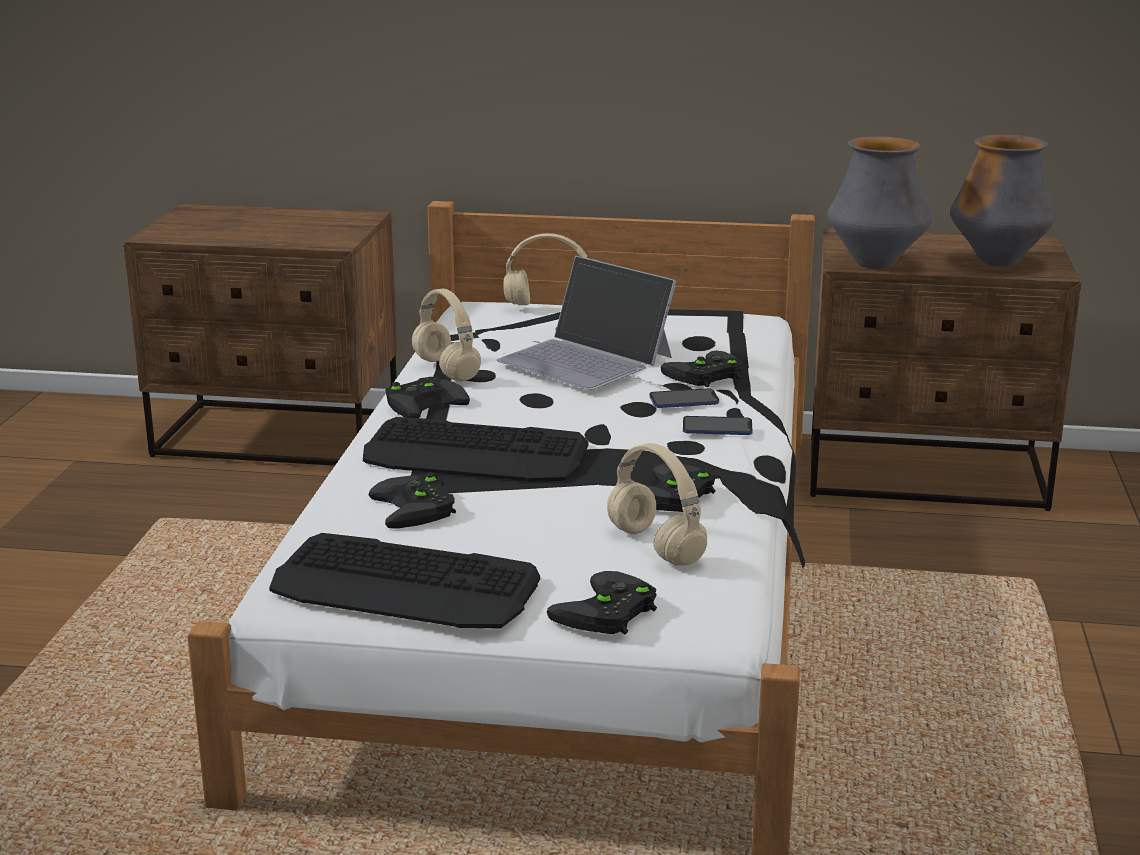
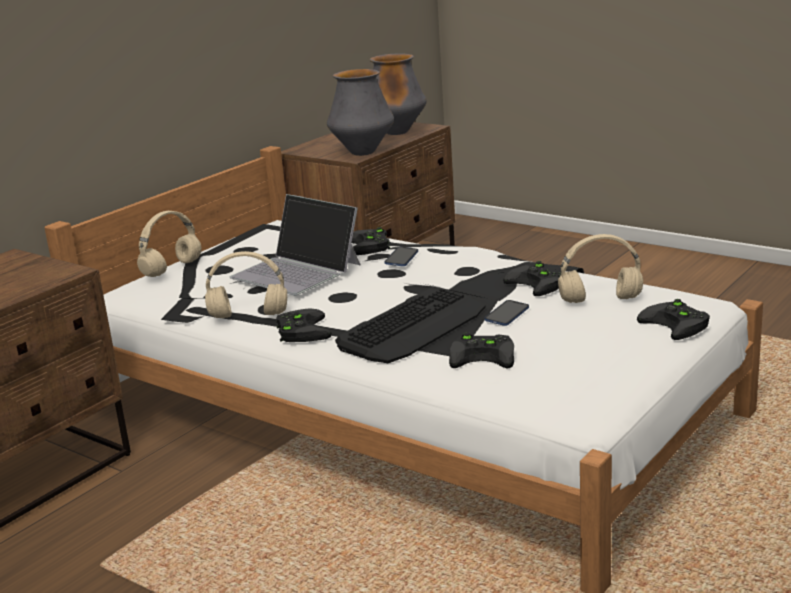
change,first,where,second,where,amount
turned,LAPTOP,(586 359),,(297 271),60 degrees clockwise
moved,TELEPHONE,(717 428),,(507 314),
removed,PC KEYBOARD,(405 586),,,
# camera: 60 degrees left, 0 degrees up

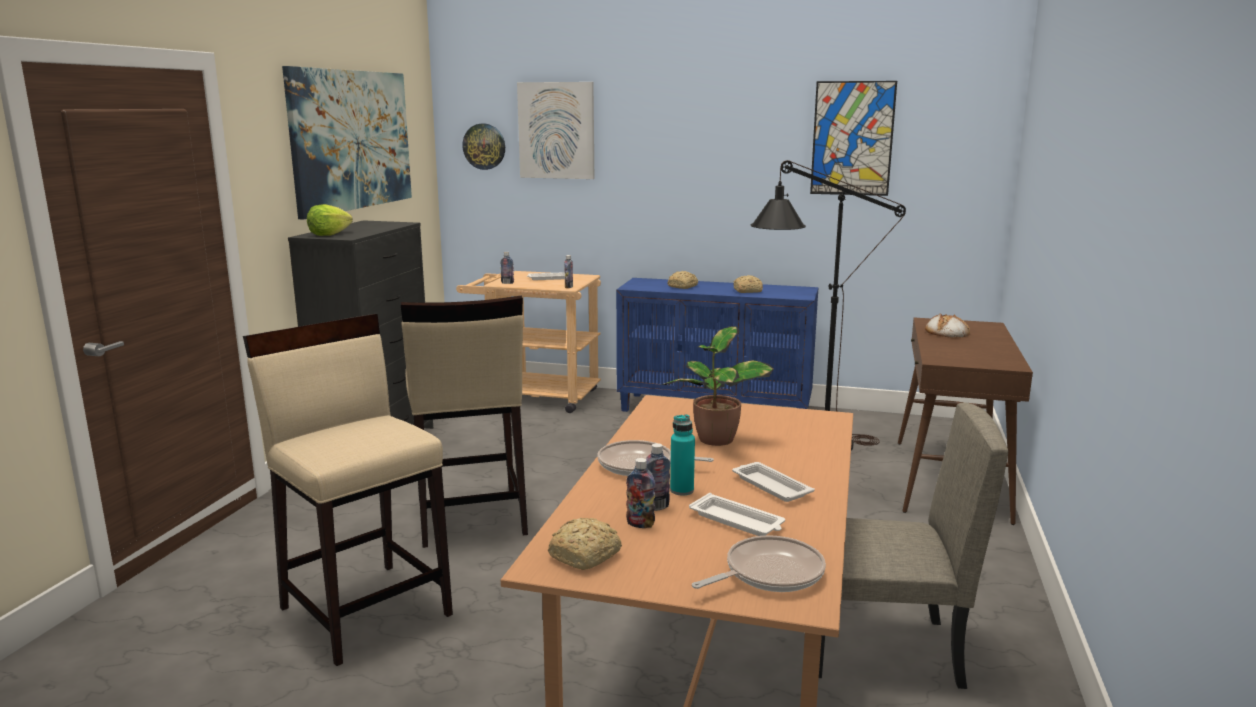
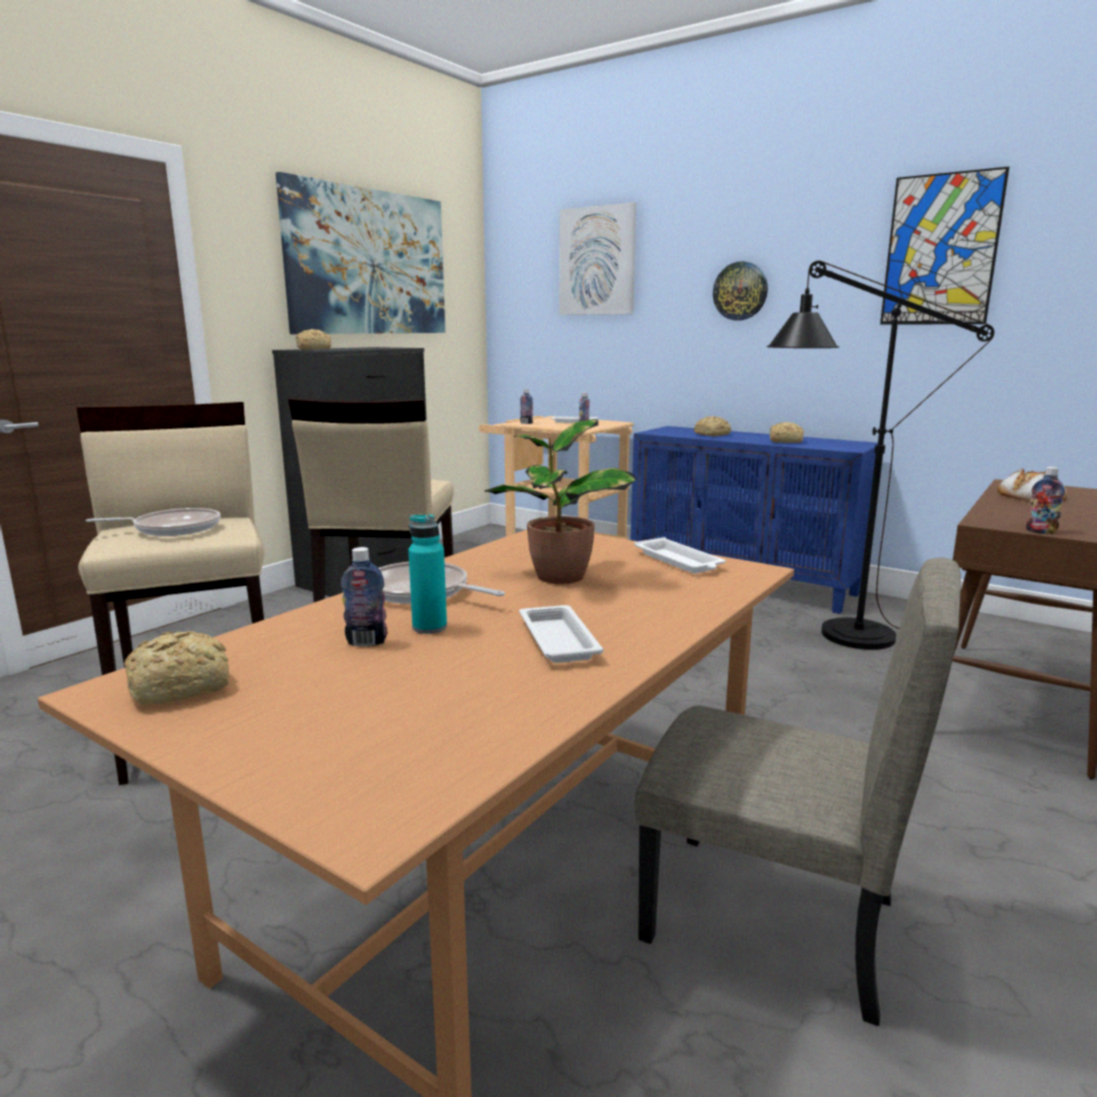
change,first,where,second,where,amount
moved,CLOCK ON THE WALL,(484 146),,(740 291),
replaced,LETTUCE,(329 234),BAKED BREAD,(313 349),
moved,BOTTLE,(640 524),,(1040 532),
moved,WHITE-COLOURED CARRYING TRAY,(738 521),,(679 561),
moved,SKILLET,(769 573),,(172 529),
# camera: 20 degrees right, 0 degrees up

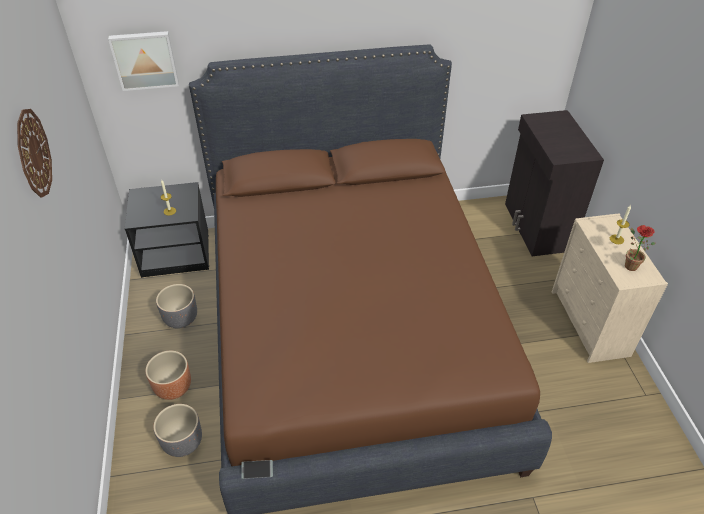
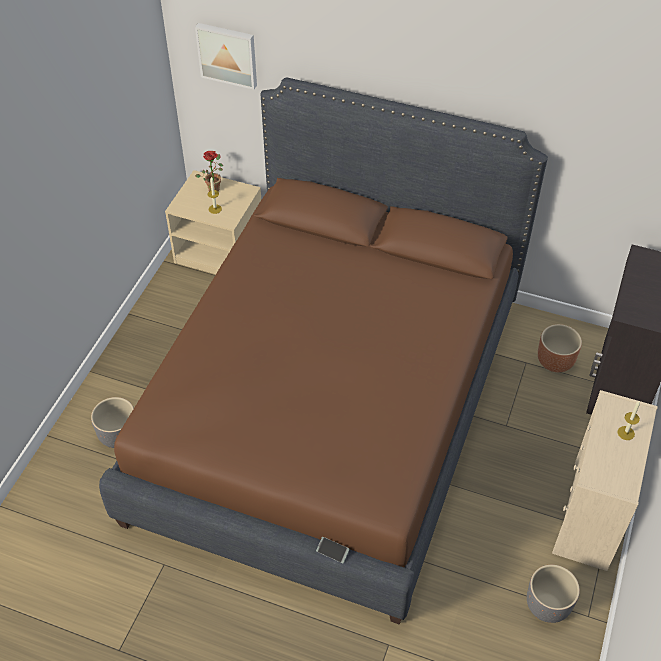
change,first,where,second,where,amount
removed,CLOCK ON THE WALL,(33 153),,,
recoloured,BLACK-COLOURED BEDSIDE TABLE,(176 253),SAND-COLOURED BEDSIDE TABLE,(220 251),
moved,PLANT IN A POT,(628 264),,(214 187),
moved,GREY PLANT POT,(180 318),,(547 604),
moved,BROWN PLANT POT,(173 387),,(555 361),
moved,TELEPHONE,(257 471),,(332 551),
# camera: 30 degrees right, 5 degrees up

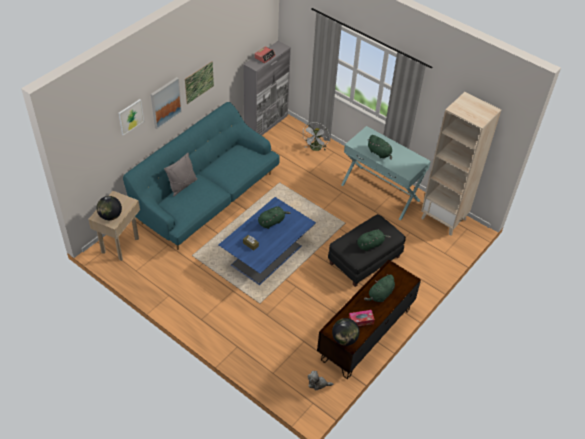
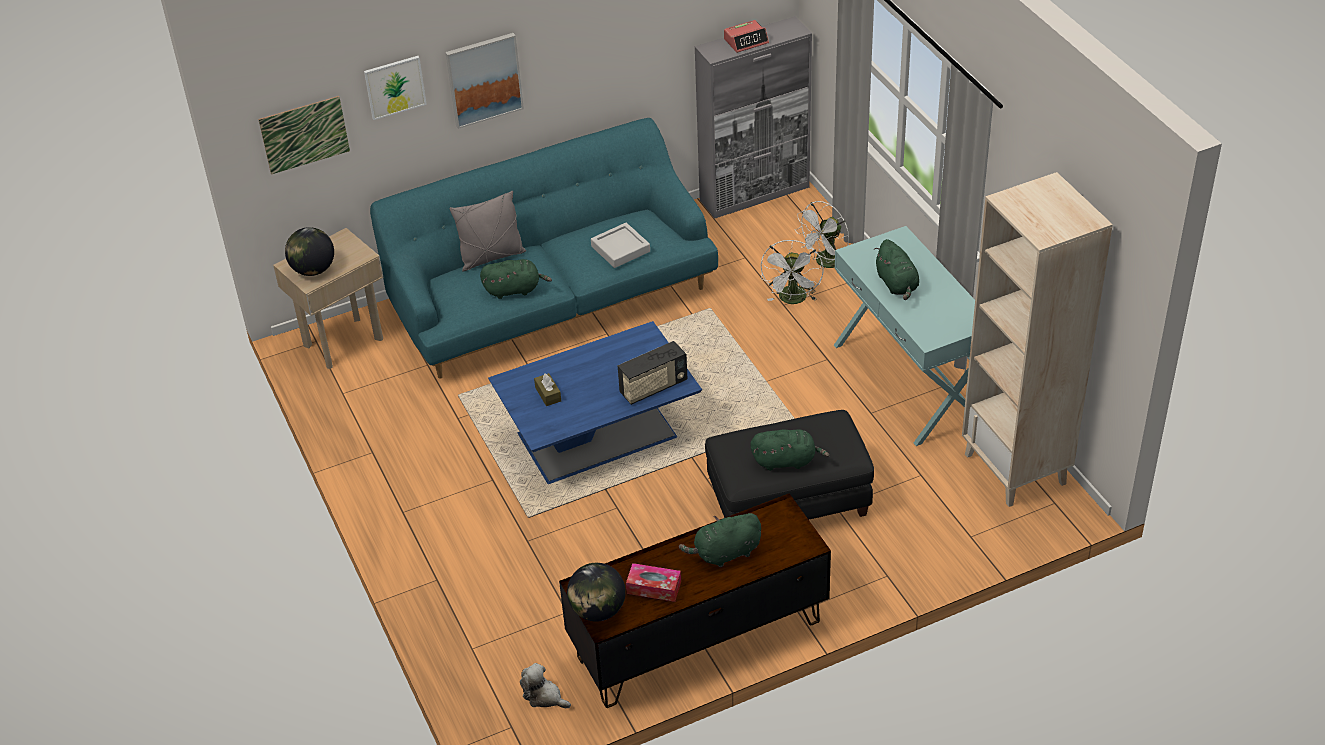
change,first,where,second,where,amount
moved,PICTURE,(199 82),,(304 134),
moved,GREEN-COLOURED SOFT TOY,(272 222),,(514 290),
added,,,GREY CARRYING TRAY,(620 249),
added,,,WHITE-COLOURED FAN,(793 300),
added,,,RADIO SET,(653 388),
# camera: 30 degrees right, 5 degrees down

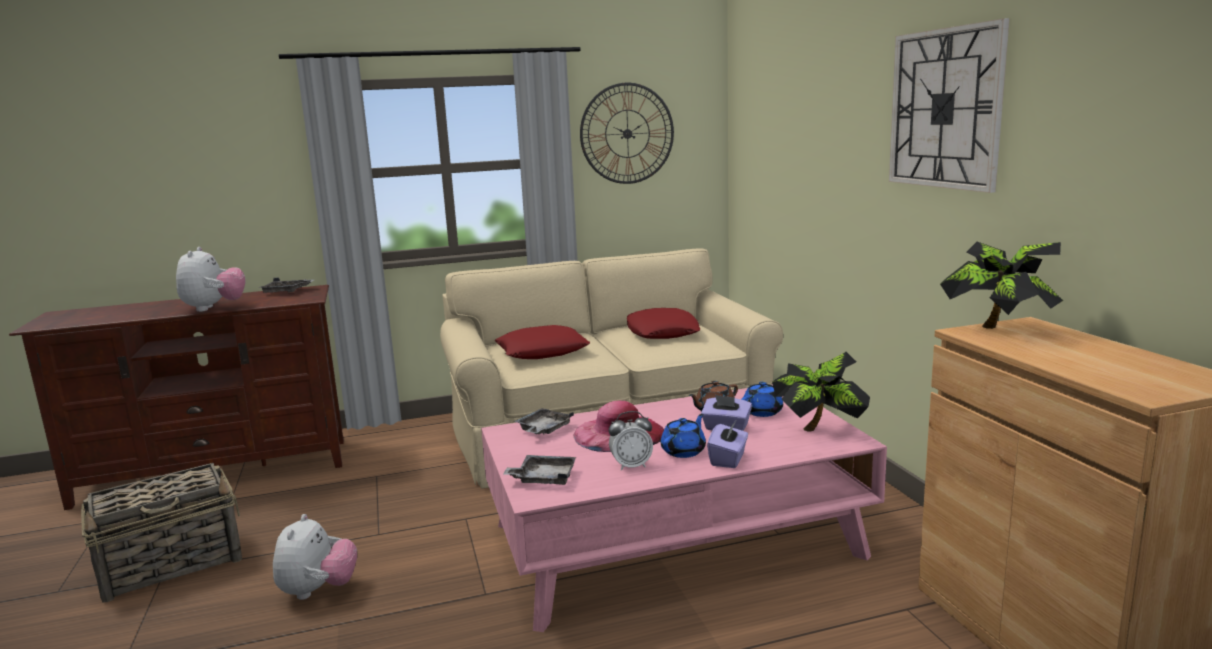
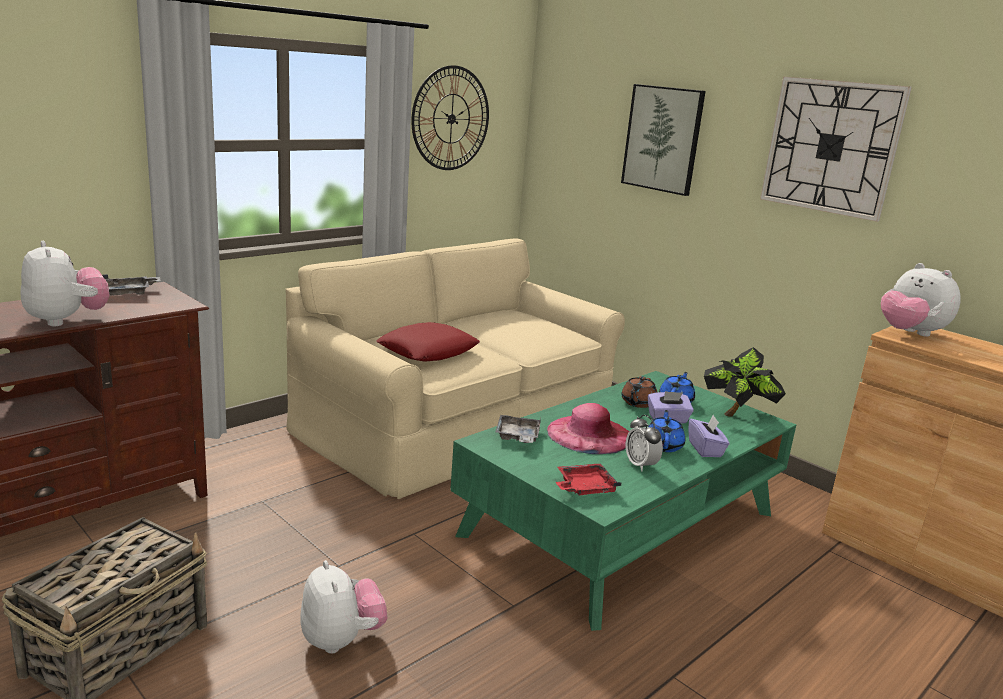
change,first,where,second,where,amount
replaced,PLANT IN A POT,(998 330),SOFT TOY,(910 333),
removed,RED THROW PILLOW,(662 332),,,
recoloured,PINK LOUNGE TABLE,(676 540),GREEN-COLOURED LOUNGE TABLE,(622 523),
turned,TABLE CLOCK,(631 466),,(640 465),105 degrees clockwise
recoloured,GREY CARRYING TRAY,(543 478),RED CARRYING TRAY,(584 488),
added,,,PICTURE,(663 139),
# camera: 30 degrees left, 5 degrees up

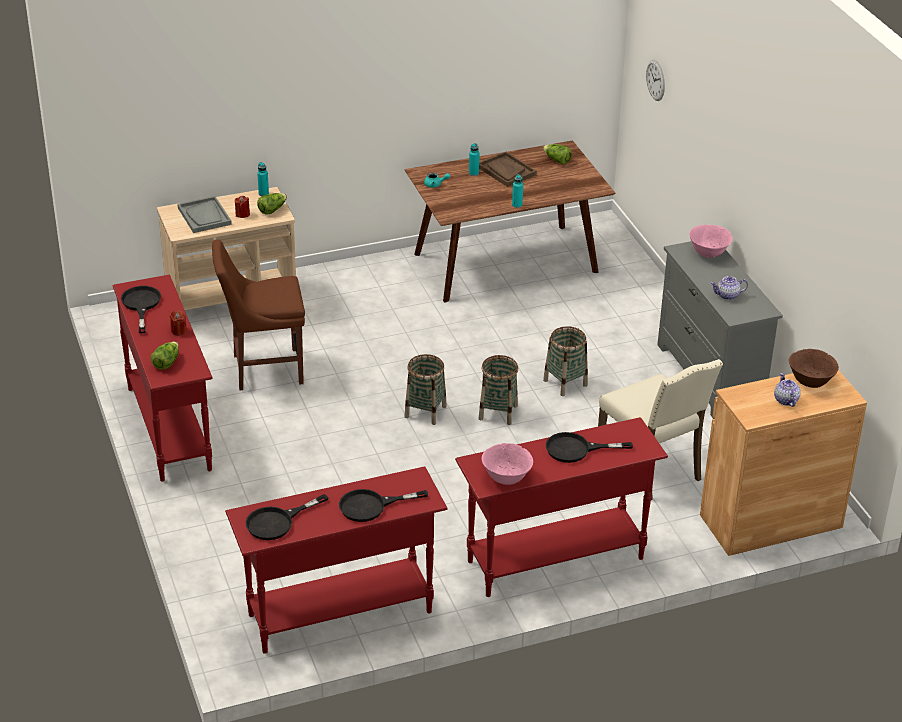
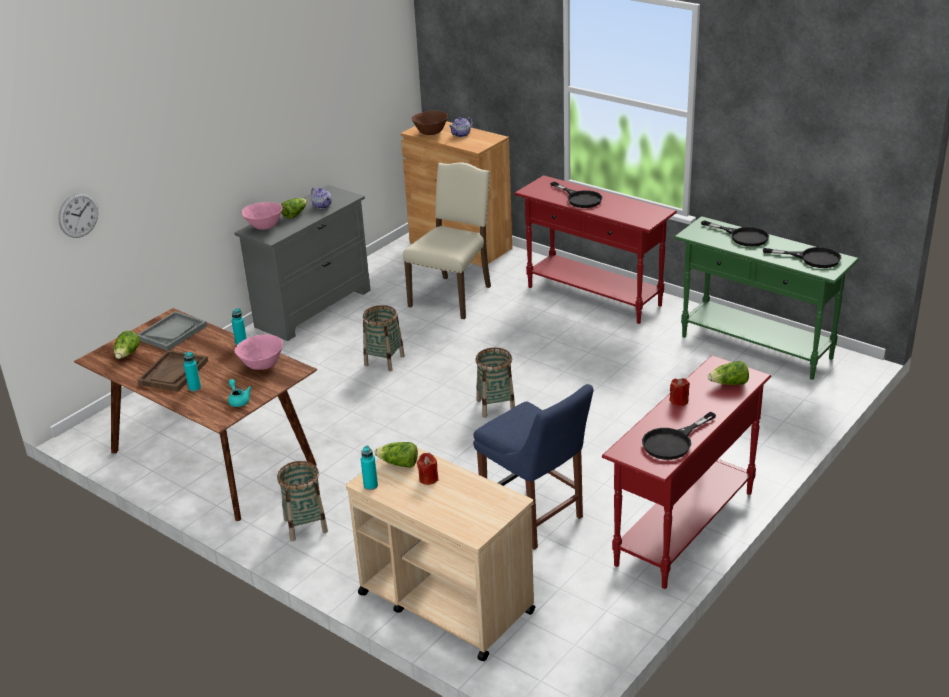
change,first,where,second,where,amount
moved,GREY CARRYING TRAY,(204 216),,(172 332),
recoloured,BROWN CHAIR,(263 369),BLUE-COLOURED CHAIR,(535 519),
moved,HOUSEHOLD BASKET,(498 412),,(305 525),
moved,PINK BOWL,(506 478),,(262 366),
recoloured,RED NARROW TABLE,(339 613),GREEN-COLOURED NARROW TABLE,(756 348),
added,,,LETTUCE,(294 214),
# camera: 120 degrees left, 5 degrees down

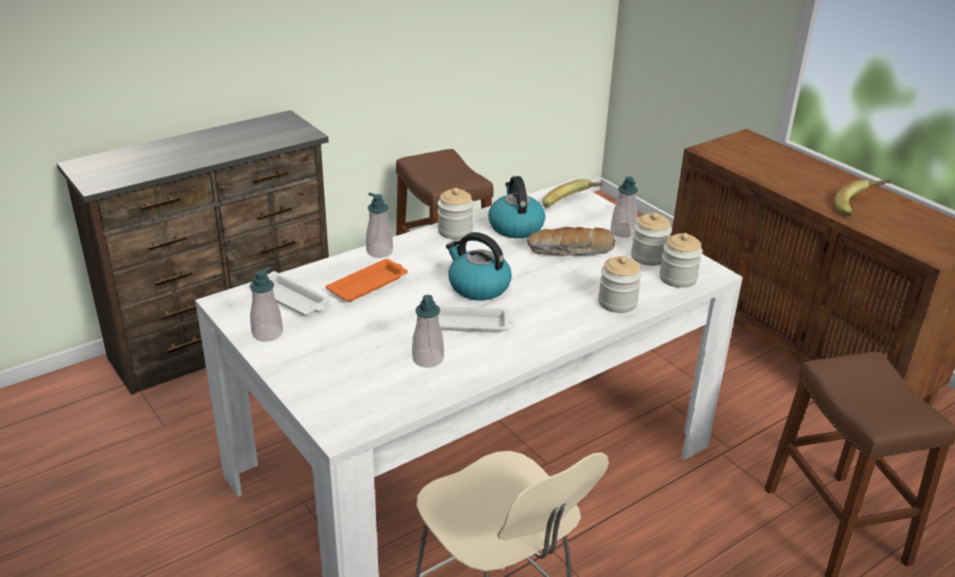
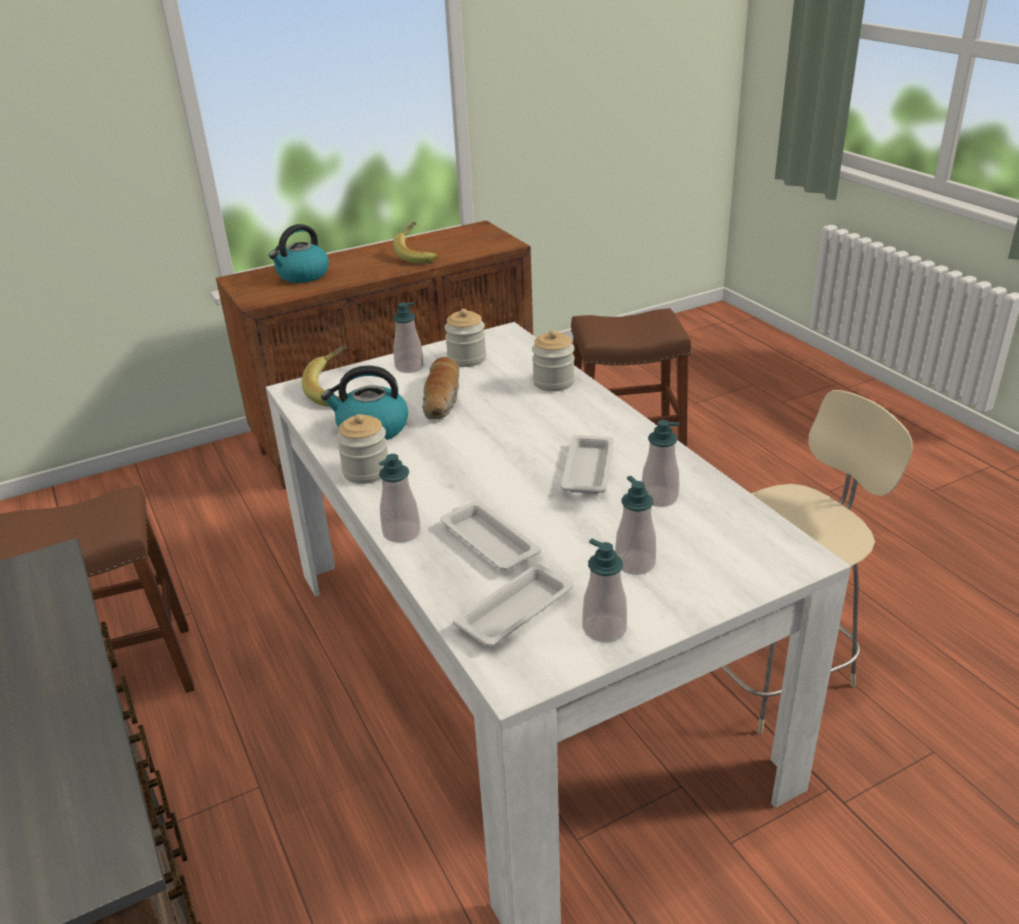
change,first,where,second,where,amount
moved,WATER KETTLE,(478 287),,(302 275),
removed,STORAGE JAR,(678 278),,,
recoloured,ORANGEY CARRYING TRAY,(369 284),WHITE-COLOURED CARRYING TRAY,(488 541),
added,,,LIQUID SOAP BOTTLE,(635 563),
# camera: 80 degrees left, 0 degrees up

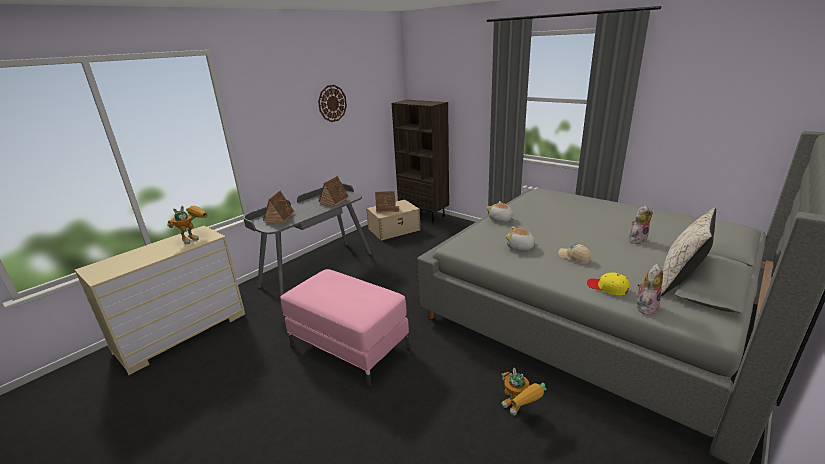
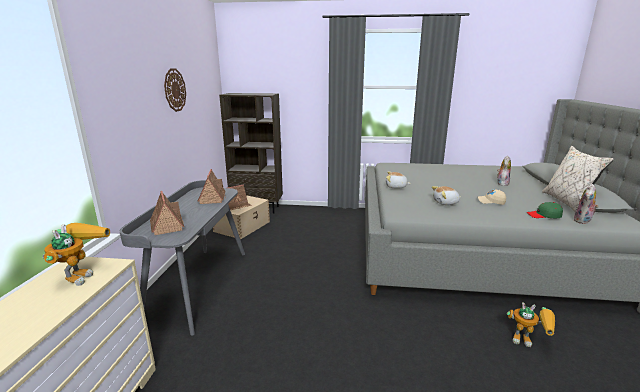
change,first,where,second,where,amount
turned,SOFT TOY,(645 307),,(583 221),150 degrees counterclockwise
removed,PINK OTTOMAN,(348 347),,,
recoloured,YELLOW-COLOURED BASEBALL CAP,(607 287),GREEN-COLOURED BASEBALL CAP,(544 215),
# camera: 35 degrees left, 5 degrees down

